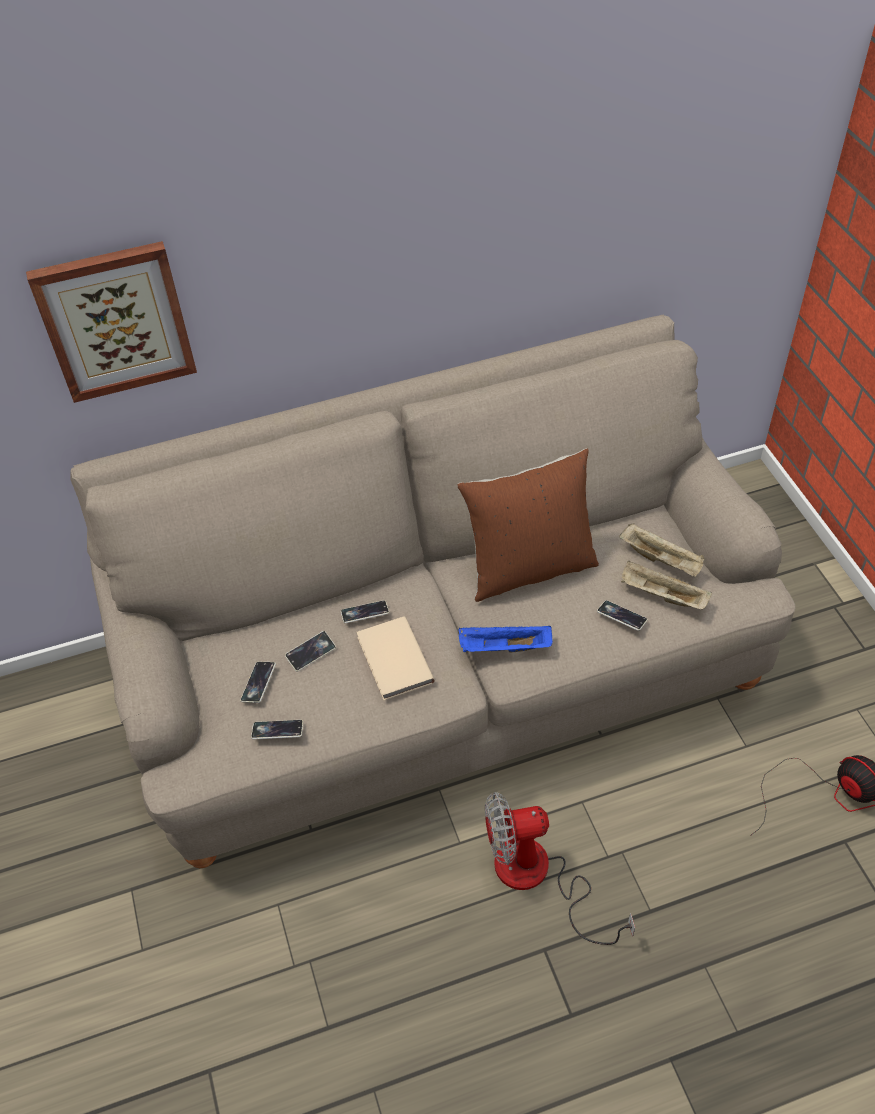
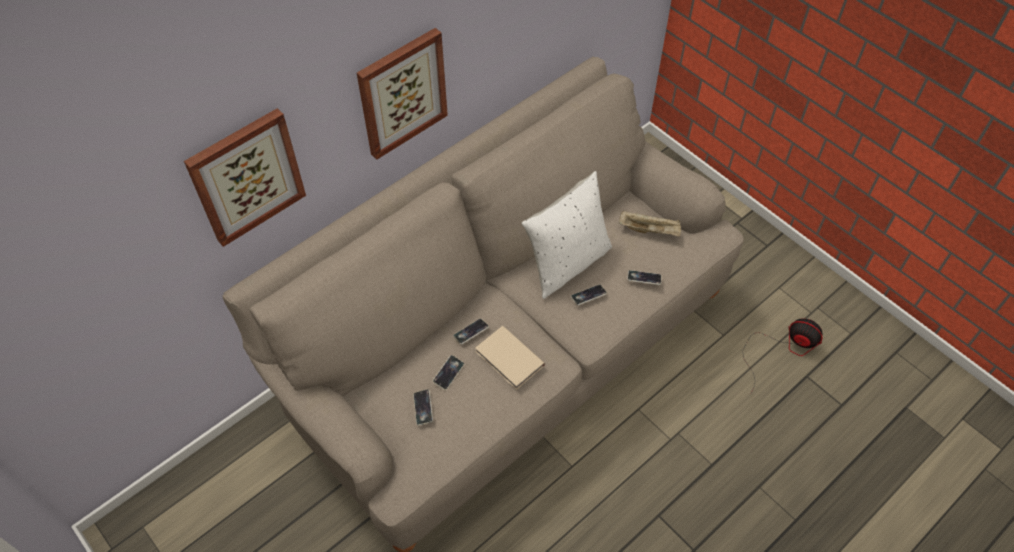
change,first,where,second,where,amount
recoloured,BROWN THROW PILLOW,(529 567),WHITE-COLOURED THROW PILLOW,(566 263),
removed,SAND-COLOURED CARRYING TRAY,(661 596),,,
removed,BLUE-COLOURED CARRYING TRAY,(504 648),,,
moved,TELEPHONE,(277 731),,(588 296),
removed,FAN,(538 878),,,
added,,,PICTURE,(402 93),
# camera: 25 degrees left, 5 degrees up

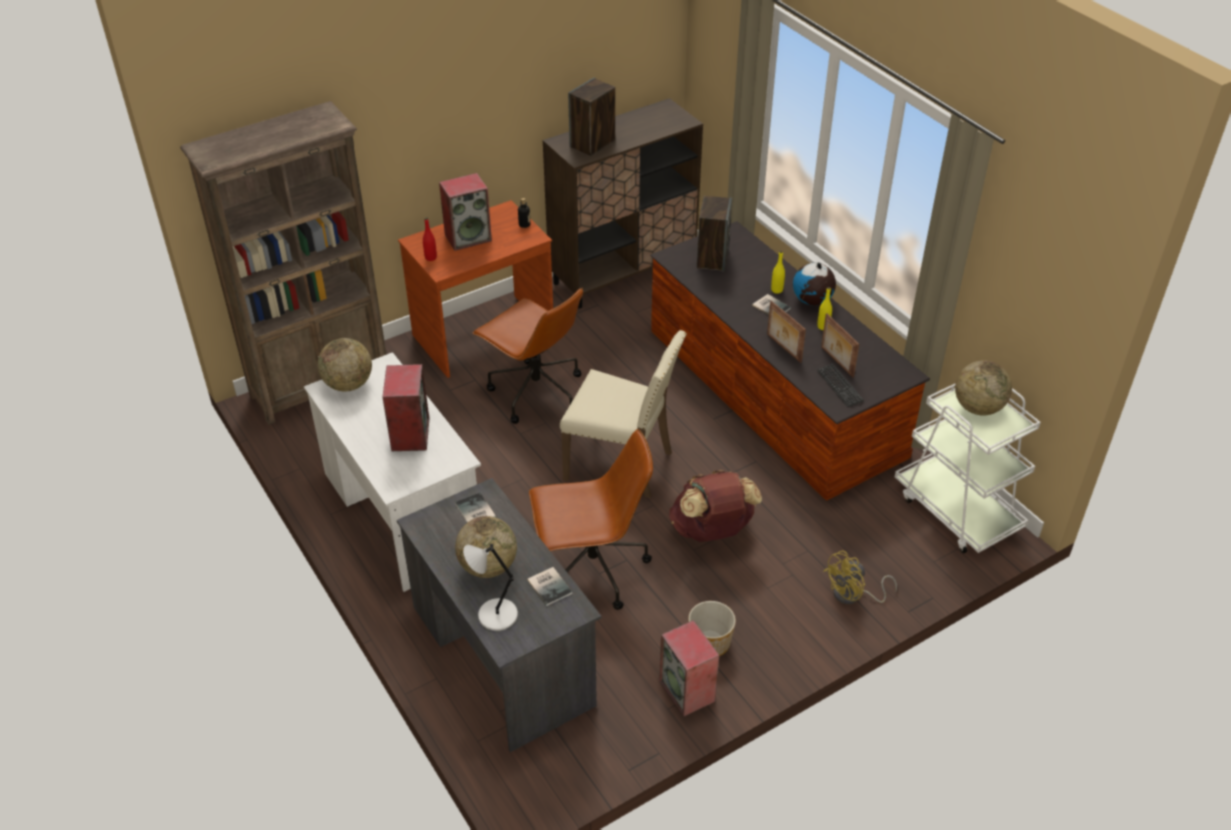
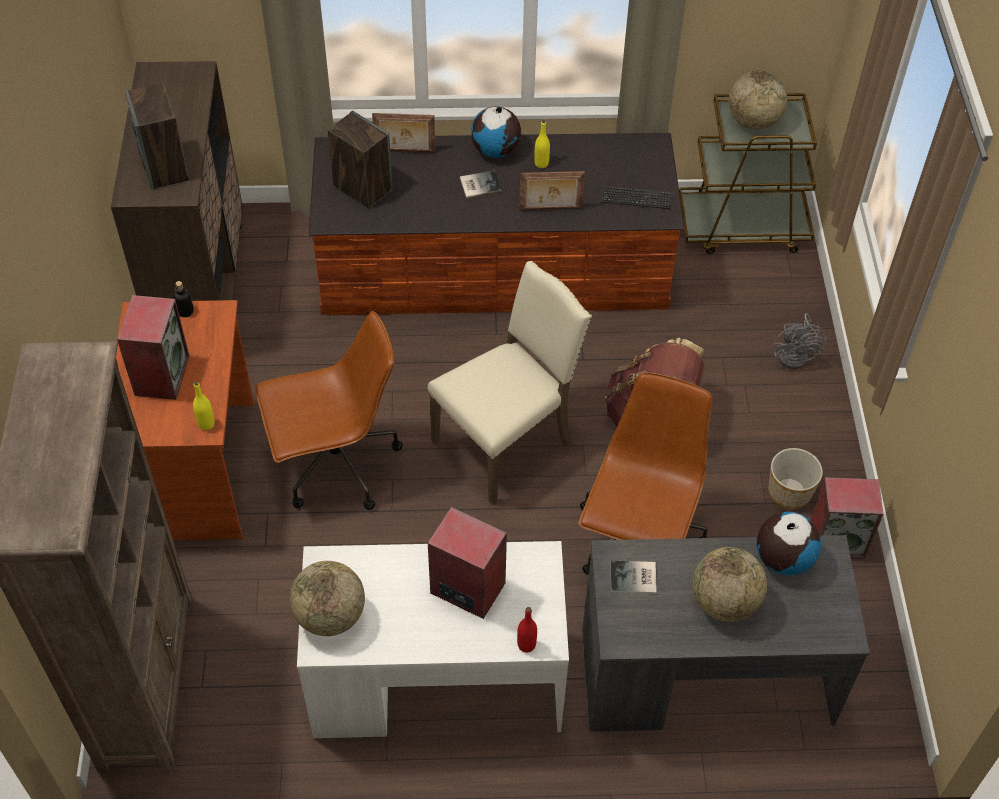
change,first,where,second,where,amount
moved,RED BOTTLE,(431 257),,(526 644),
moved,YELLOW-COLOURED BOTTLE,(777 290),,(206 424),
moved,PHOTO FRAME,(836 362),,(405 151),
recoloured,WHITE-COLOURED TROLLEY,(957 511),BROWN TROLLEY,(743 227),
removed,GREY TABLE LAMP,(495 615),,,
recoloured,YELLOW-COLOURED FAN,(853 595),GREY FAN,(796 355),
replaced,BOUND BOOK,(550 585),WORLD GLOBE,(782 559),
# camera: 60 degrees left, 10 degrees up

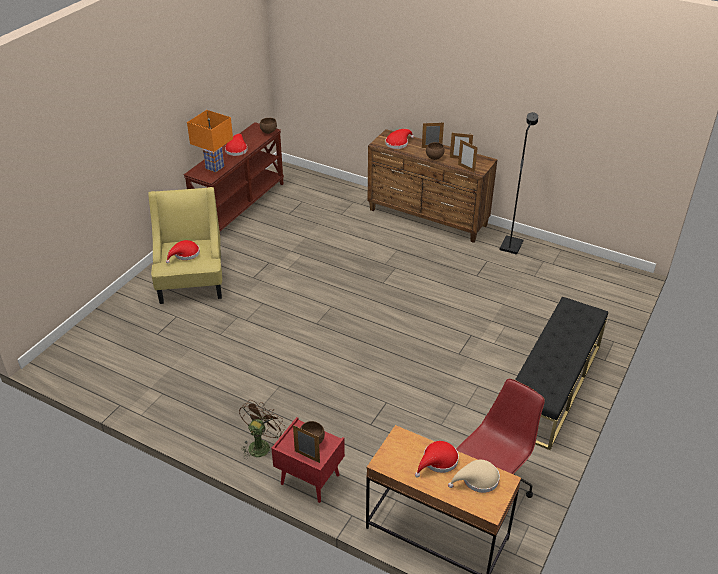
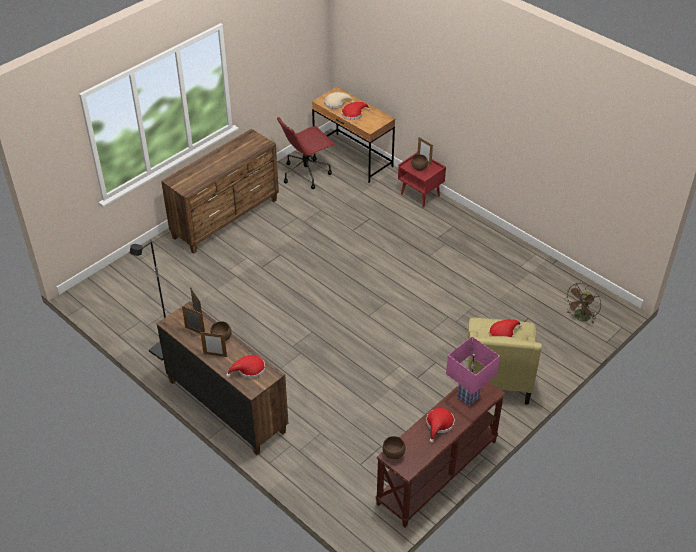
change,first,where,second,where,amount
recoloured,ORANGEY TABLE LAMP,(215 167),PINK TABLE LAMP,(468 397),
replaced,BLACK-COLOURED BENCH,(552 386),BROWN CHEST OF DRAWERS,(226 219),
moved,BROWN FAN,(261 444),,(580 318),
# camera: 165 degrees left, 5 degrees up

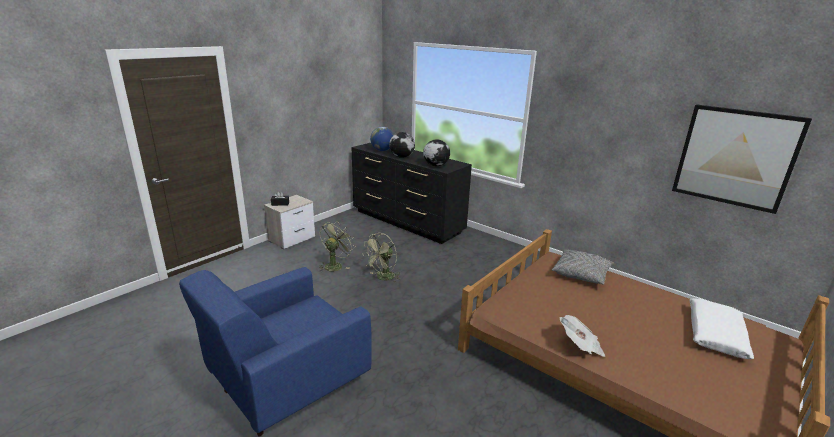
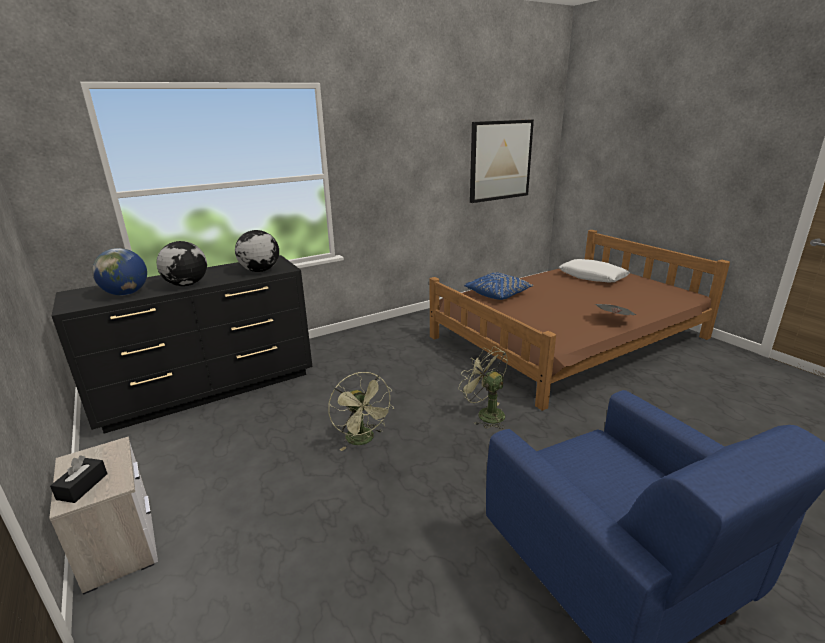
change,first,where,second,where,amount
moved,GREEN-COLOURED FAN,(335 265),,(485 414),
recoloured,GREY THROW PILLOW,(581 274),BLUE-COLOURED THROW PILLOW,(498 294),
# camera: 70 degrees left, 0 degrees up

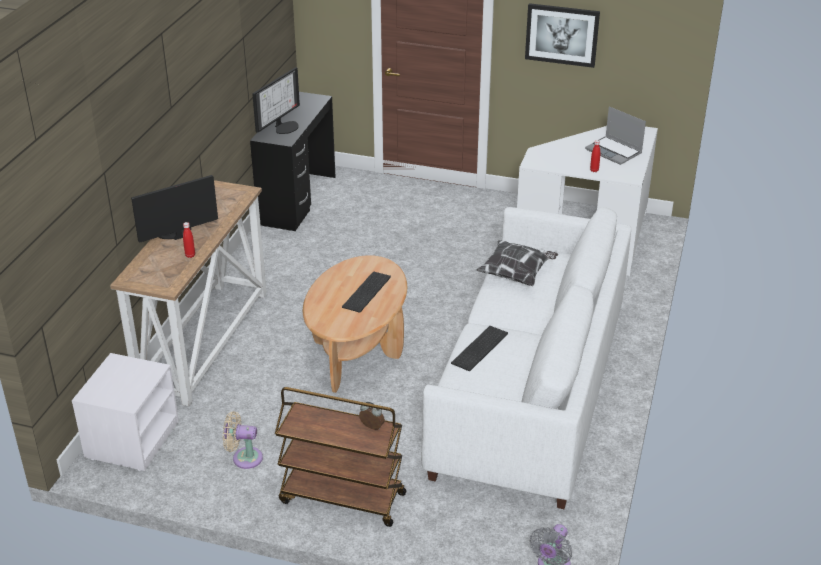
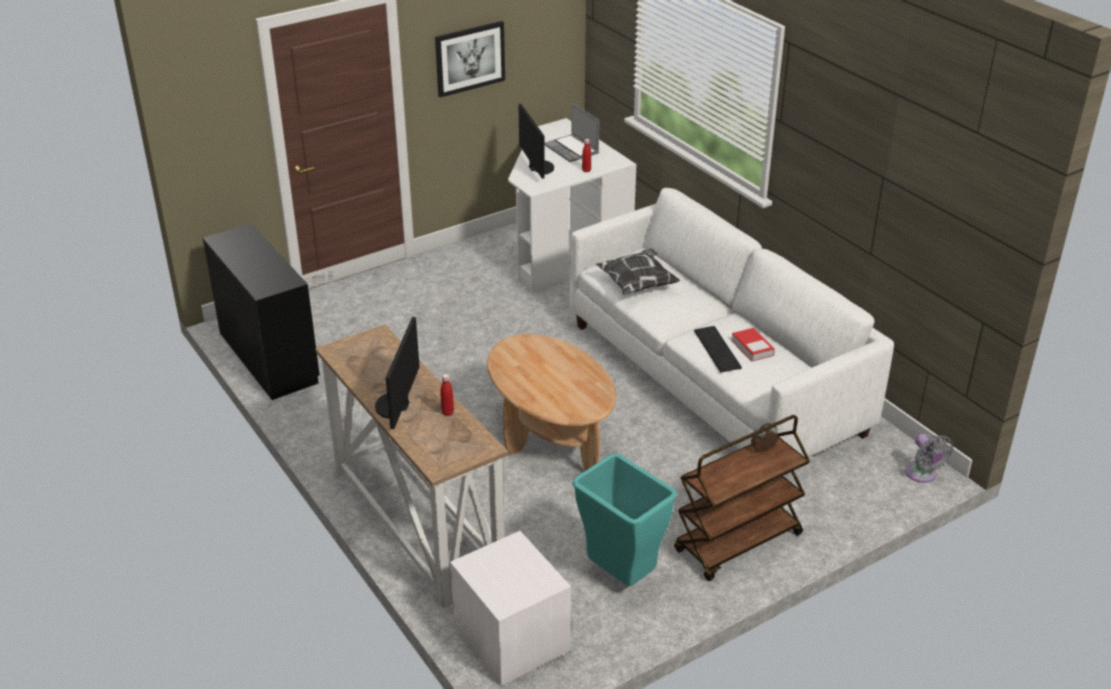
change,first,where,second,where,amount
moved,COMPUTER SCREEN,(284 127),,(538 167),
turned,LAPTOP,(614 151),,(572 150),60 degrees clockwise
removed,PC KEYBOARD,(367 292),,,
replaced,SAND-COLOURED FAN,(244 458),TURQUOISE-COLOURED WASTE BIN,(622 576),
added,,,BOUND BOOK,(752 348),
# camera: 50 degrees left, 0 degrees up

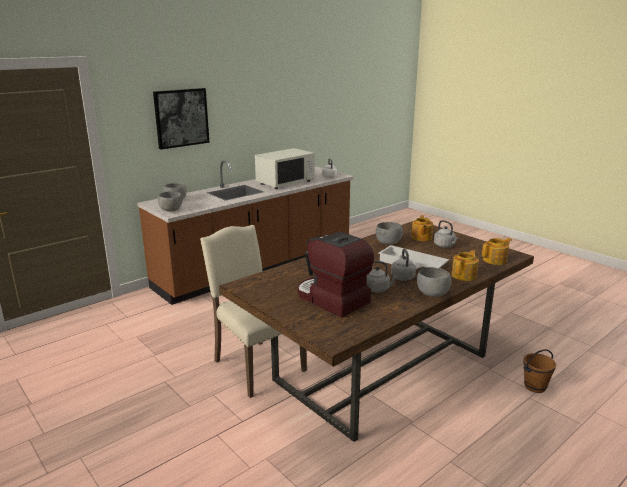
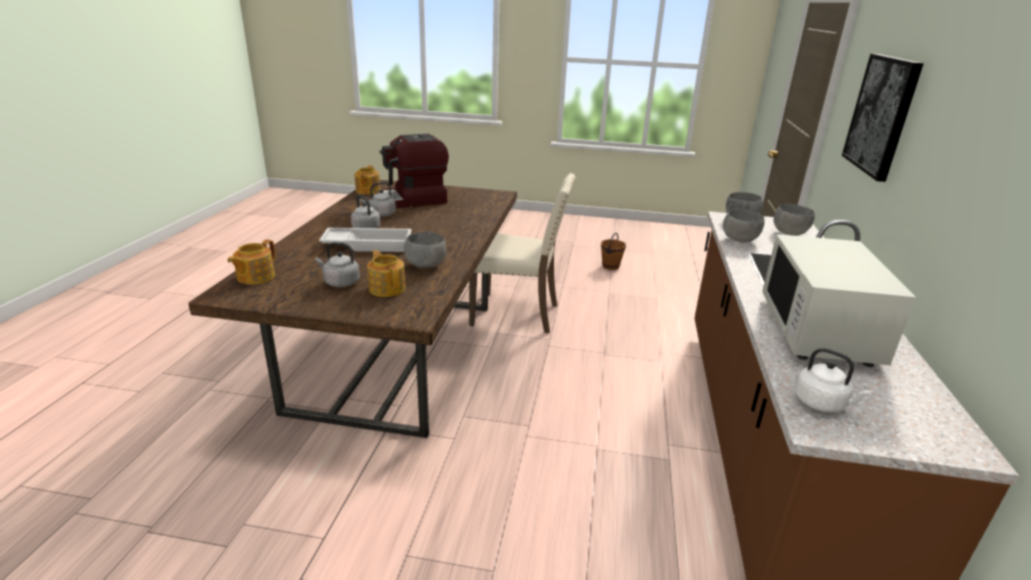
change,first,where,second,where,amount
turned,COFFEE MAKER,(331 299),,(412 200),150 degrees clockwise
moved,TEAPOT,(464 275),,(367 191),
moved,GREY BOWL,(431 294),,(740 240),
moved,BROWN BUCKET,(535 387),,(610 266),
# camera: 140 degrees right, 5 degrees up

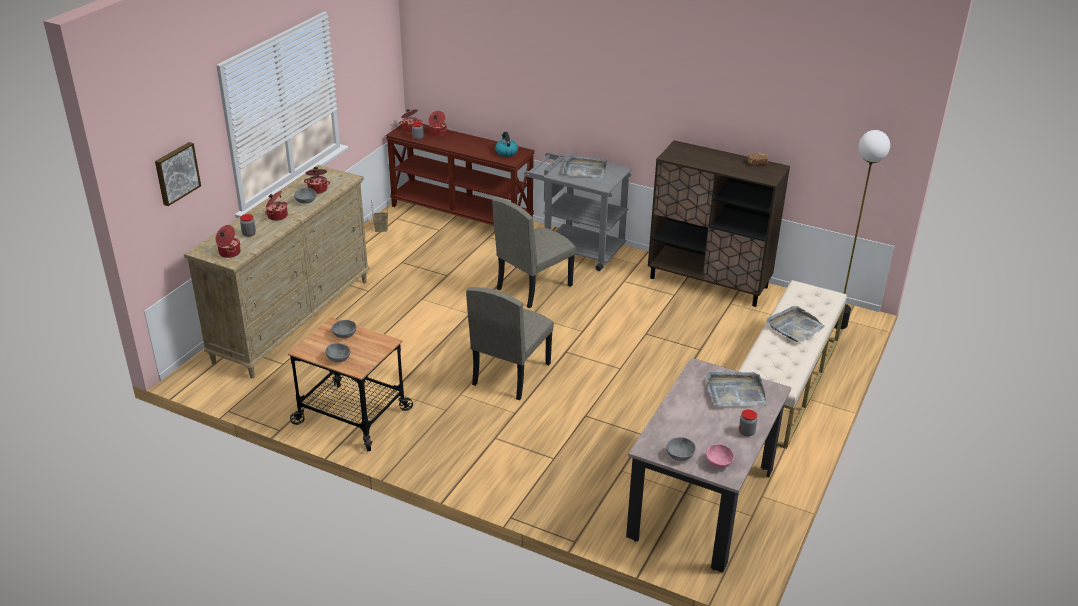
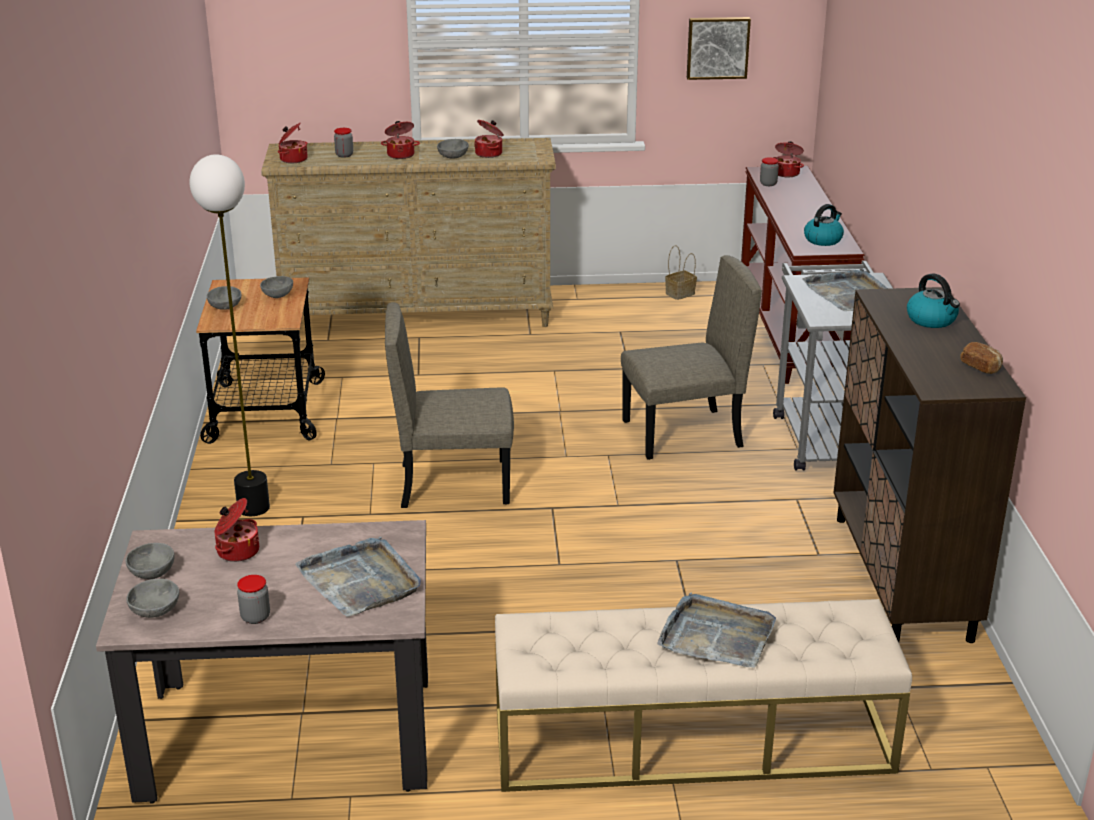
change,first,where,second,where,amount
moved,SAUCEPOT,(437 133),,(237 551),
moved,STANDING LAMP,(838 324),,(252 508),
moved,PICTURE,(176 173),,(717 47),
turned,SAND-COLOURED CHAIR,(534 287),,(682 434),150 degrees clockwise
recoloured,PINK BOWL,(719 463),GREY BOWL,(155 611),
added,,,WATER KETTLE,(932 320),
# camera: 60 degrees right, 5 degrees down

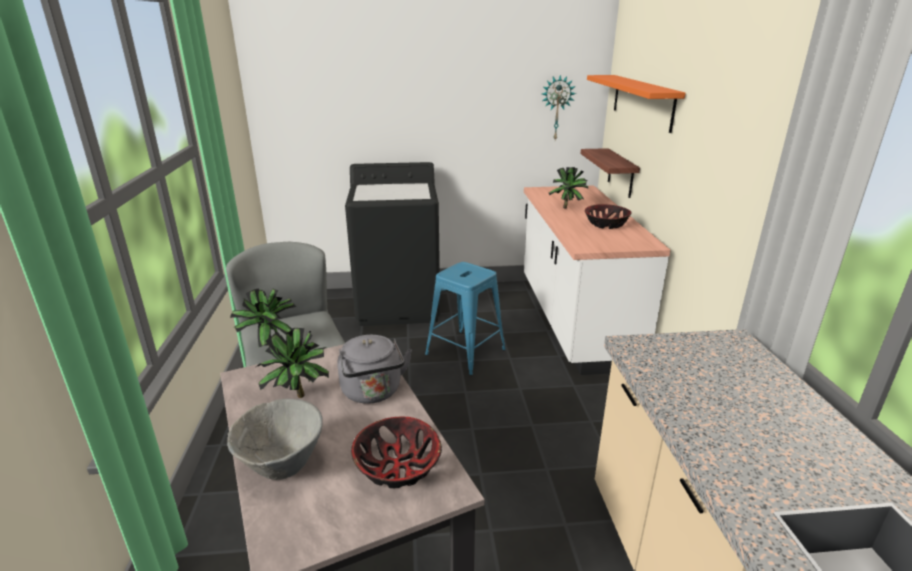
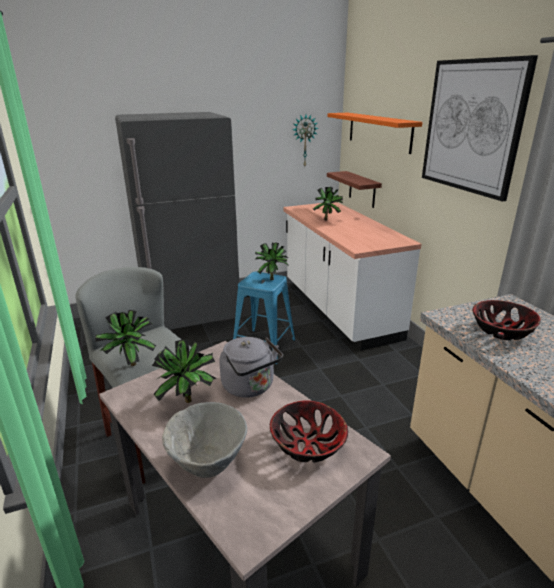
change,first,where,second,where,amount
replaced,BLACK-COLOURED LAUNDRY MACHINE,(399 305),GREY FRIDGE,(191 316),
moved,BOWL,(606 225),,(502 331),
added,,,PICTURE,(471 127),
added,,,PLANT IN A POT,(272 278),
# camera: 15 degrees left, 0 degrees up

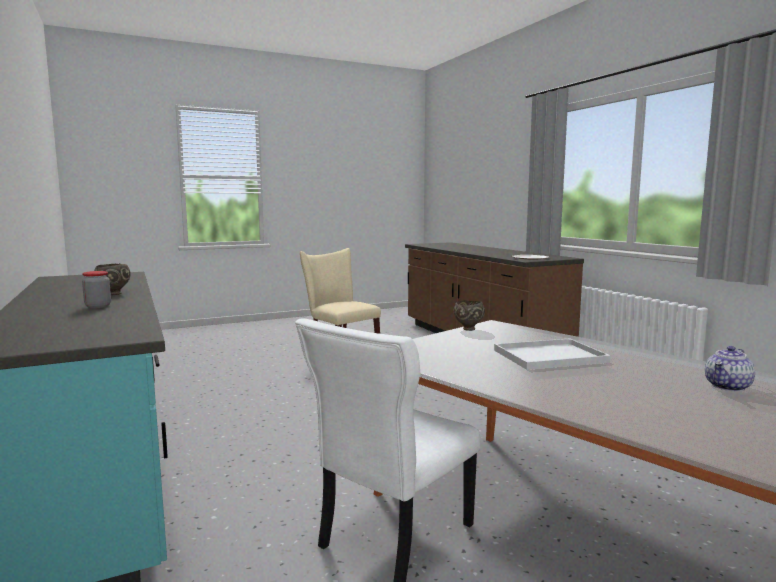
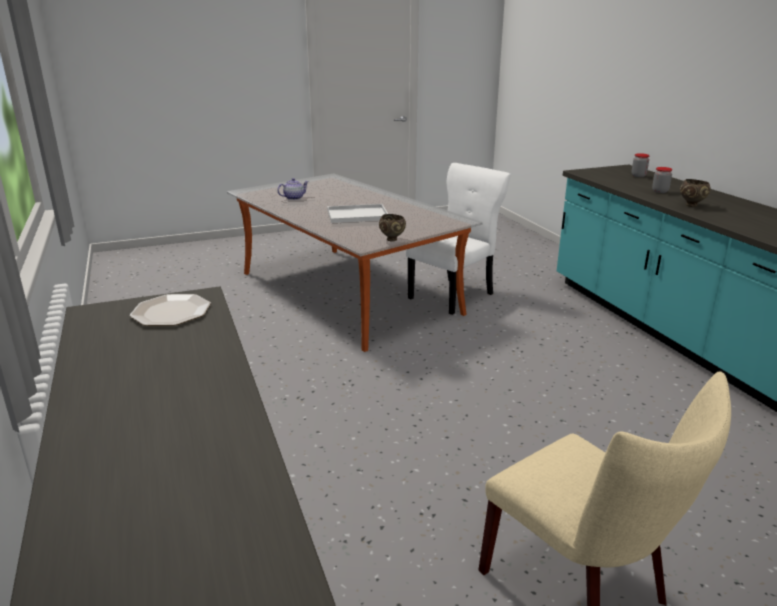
change,first,where,second,where,amount
added,,,STORAGE JAR,(638 176),
# camera: 175 degrees left, 15 degrees up

